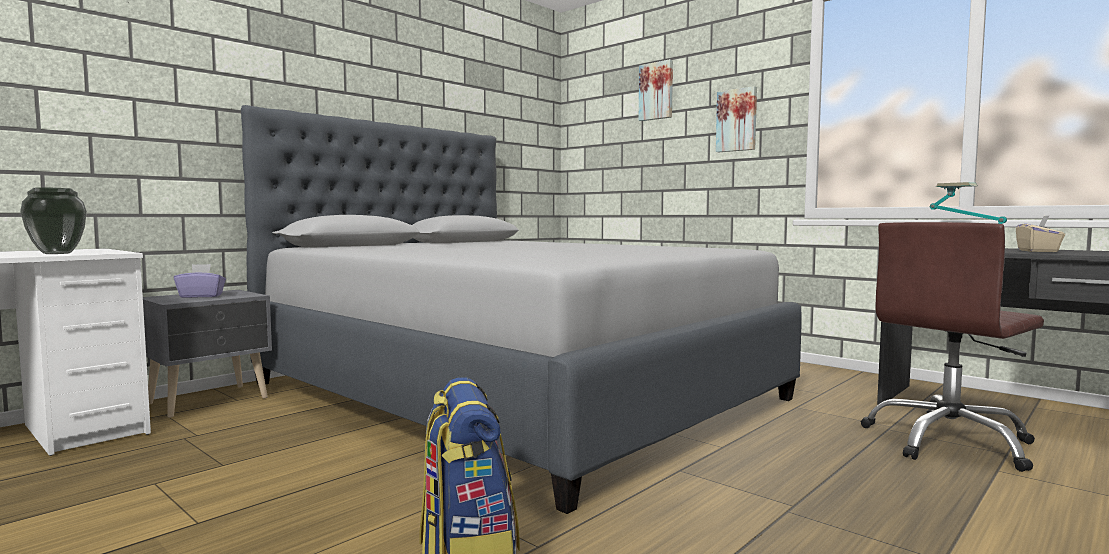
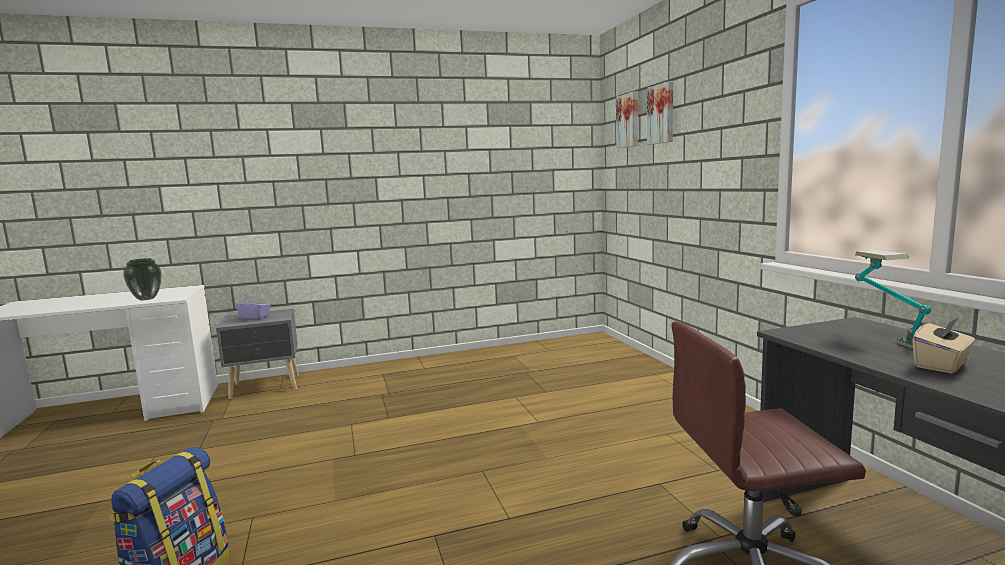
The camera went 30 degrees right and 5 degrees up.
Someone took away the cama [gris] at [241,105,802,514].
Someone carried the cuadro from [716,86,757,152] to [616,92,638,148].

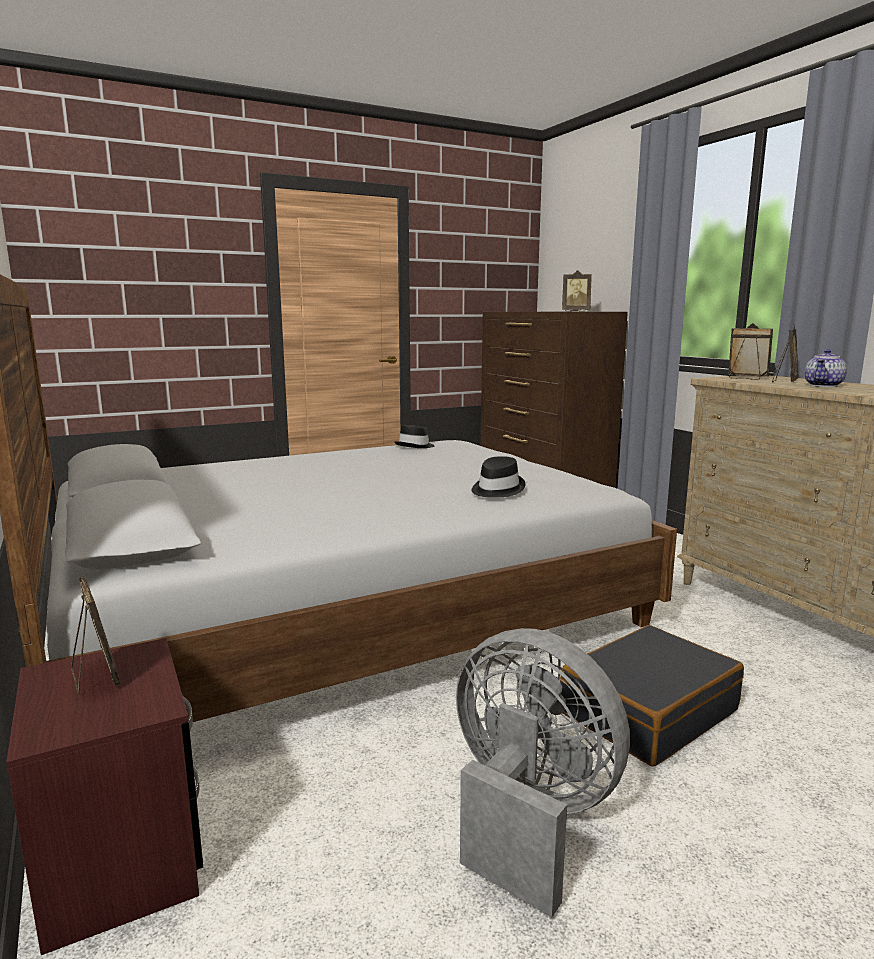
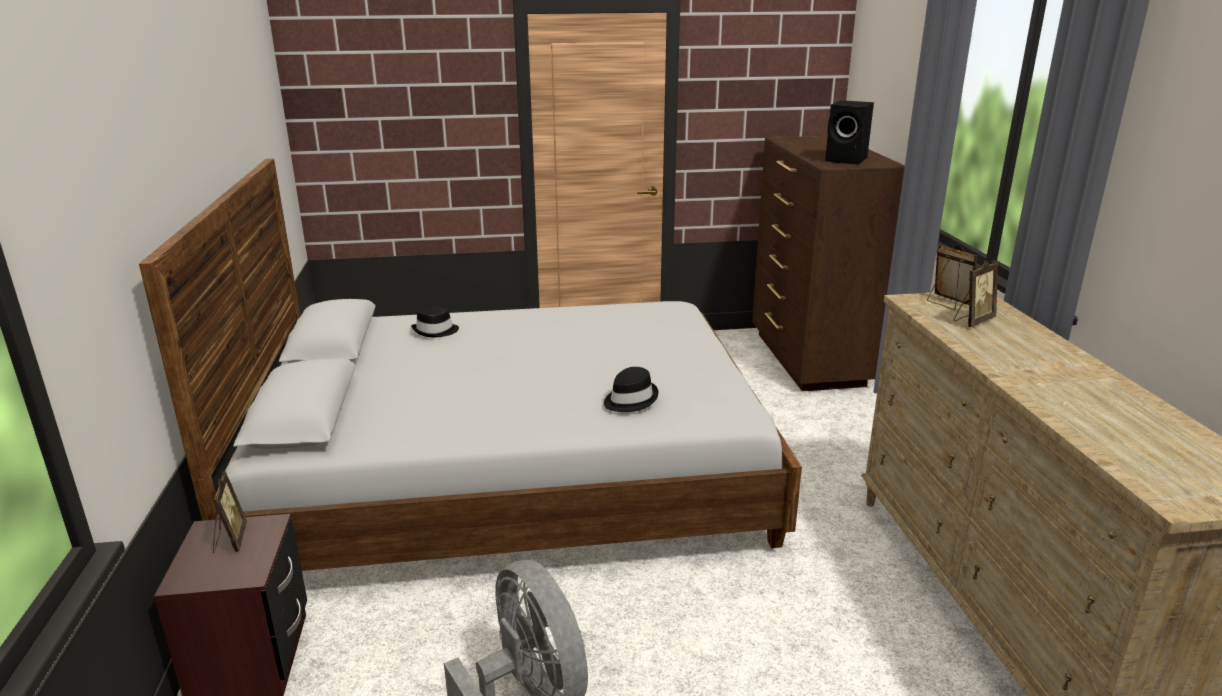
The camera went 20 degrees right and 10 degrees up.
Someone took away the maleta [negro] at [560,625,744,766].
Someone took away the tetera at [805,349,847,387].
Someone carried the sombrero [negro] from [395,425,434,448] to [411,307,459,337].
Someone swapped the portarretratos at [562,270,592,311] for the altavoz [negro] at [825,100,874,164].

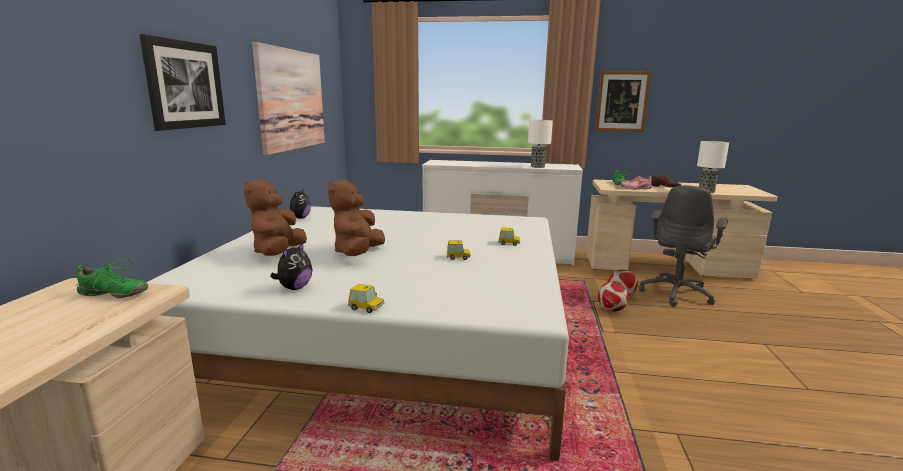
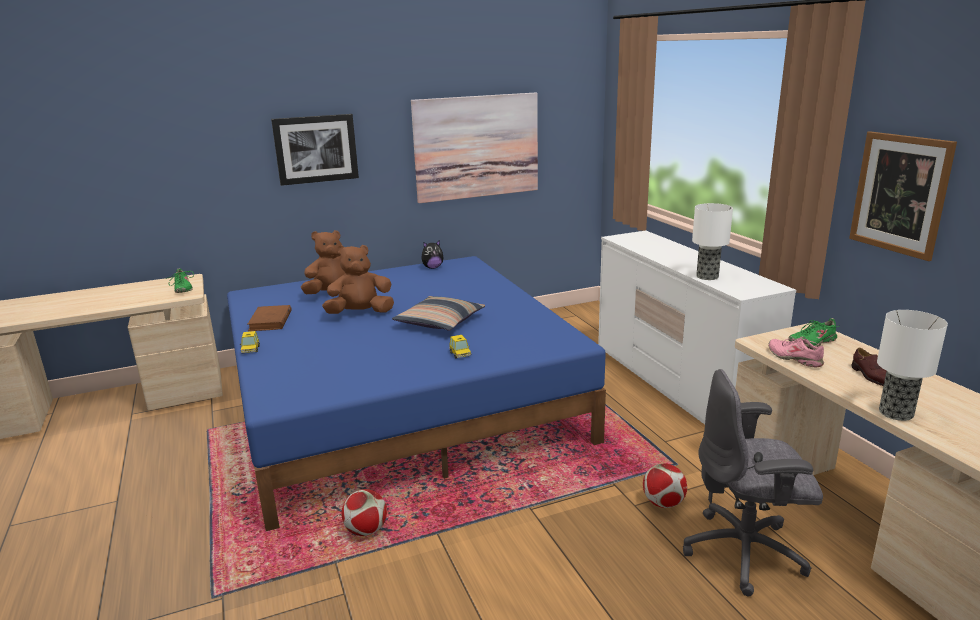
The camera went 60 degrees right and 5 degrees up.
Someone took away the coche de juguete at [447,240,470,260].
Someone put down the cojín at [392,296,485,331].
Someone carried the balón de fútbol from [598,282,629,312] to [341,489,387,536].
Someone swapped the peluche at [270,242,312,290] for the libro [marrón] at [247,305,292,331].
Someone repainted the cama [blanco] at [146,206,569,461], which became the cama [azul] at [227,256,606,531].

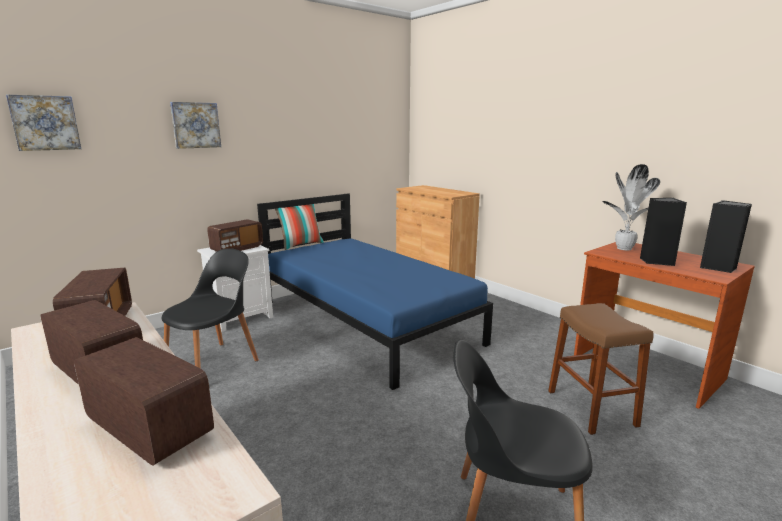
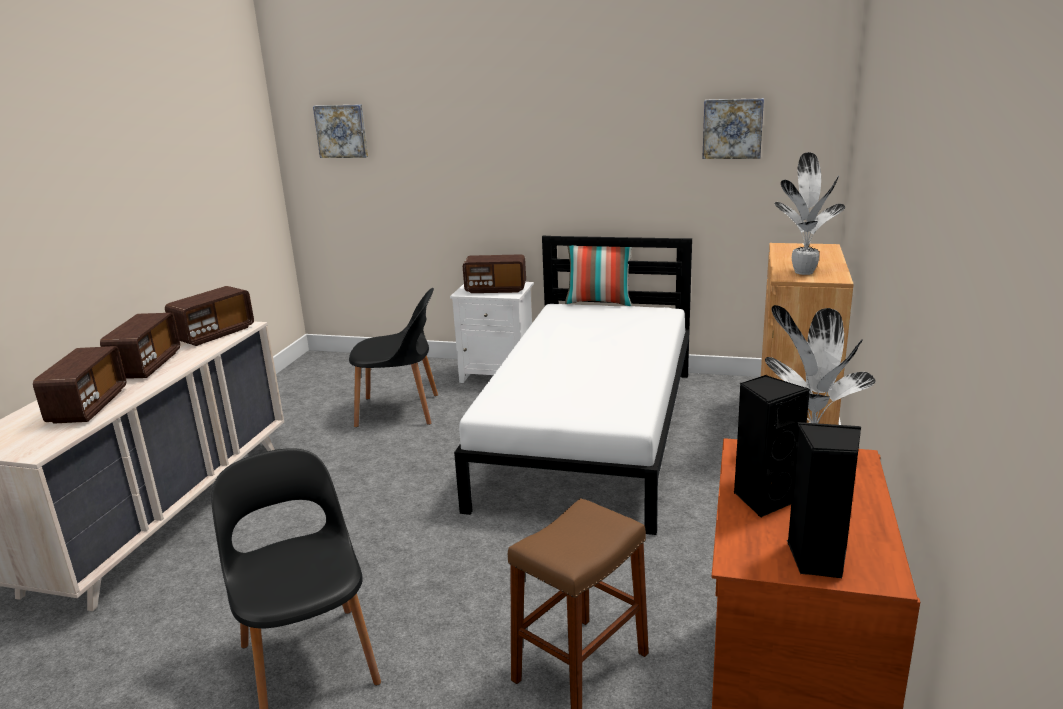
The camera went 55 degrees right and 5 degrees up.
Someone put down the planta en maceta at [774,152,845,275].
Someone carried the cuadro from [170,102,221,149] to [702,98,764,159].
Someone repainted the cama [azul] at [257,193,493,390], which became the cama [blanco] at [454,236,692,535].

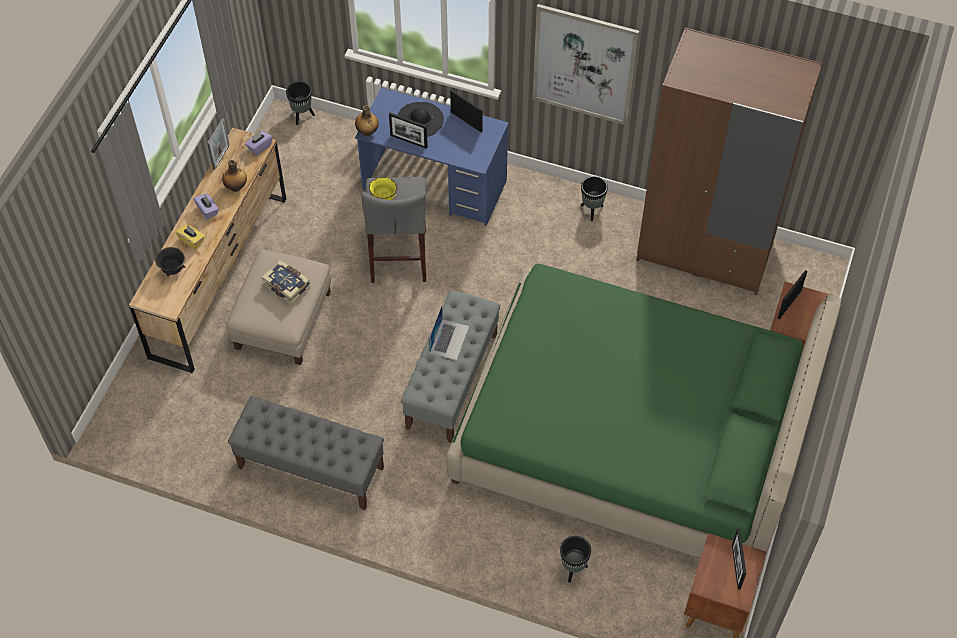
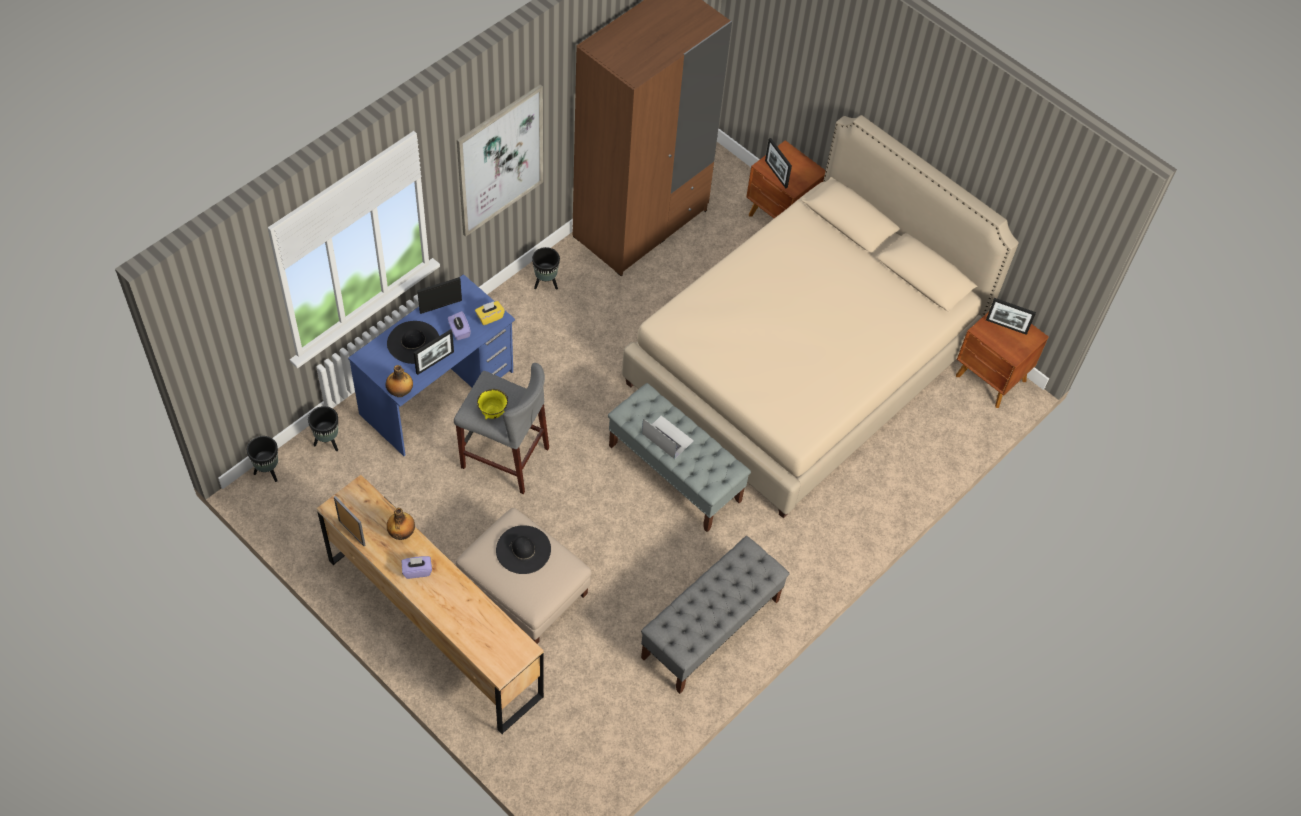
The camera went 70 degrees left and 0 degrees up.
Someone took away the cuenco [negro] at [155,247,185,276].
Someone carried the caja de pañuelos [amarillo] from [176,224,205,249] to [475,301,505,325].
Someone carried the caja de pañuelos [morado] from [245,131,272,155] to [448,311,471,340].
Someone carried the maceta [negro] from [560,536,591,583] to [308,406,338,451].
Someone swapped the libro at [261,260,311,305] for the sombrero [negro] at [496,525,551,574].
Someone repainted the cama [verde] at [447,264,842,558], which became the cama [beis] at [622,115,1019,518].

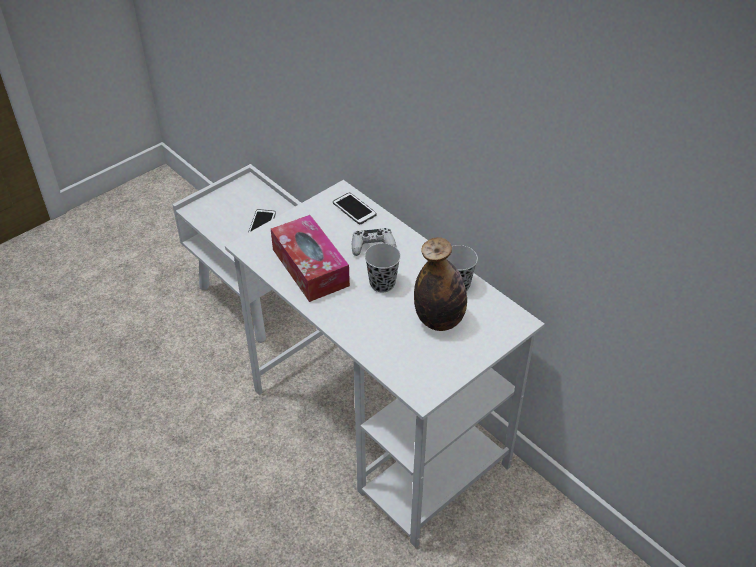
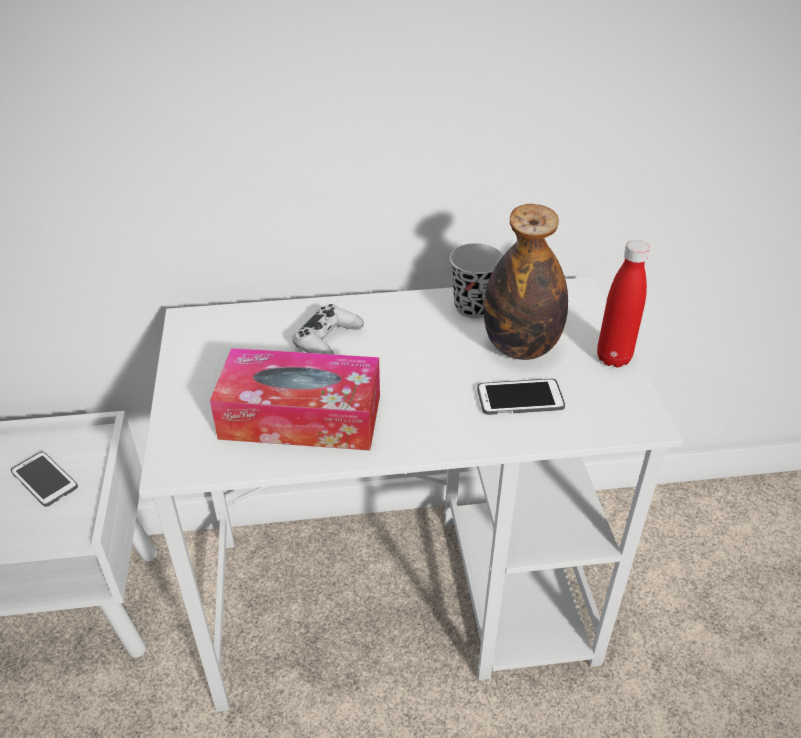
The camera went 55 degrees left and 5 degrees down.
Someone took away the taza [negro] at [365,243,401,293].
Someone put down the botella [rojo] at [597,240,650,367].
Someone carried the móvil from [333,193,377,224] to [477,379,565,415].

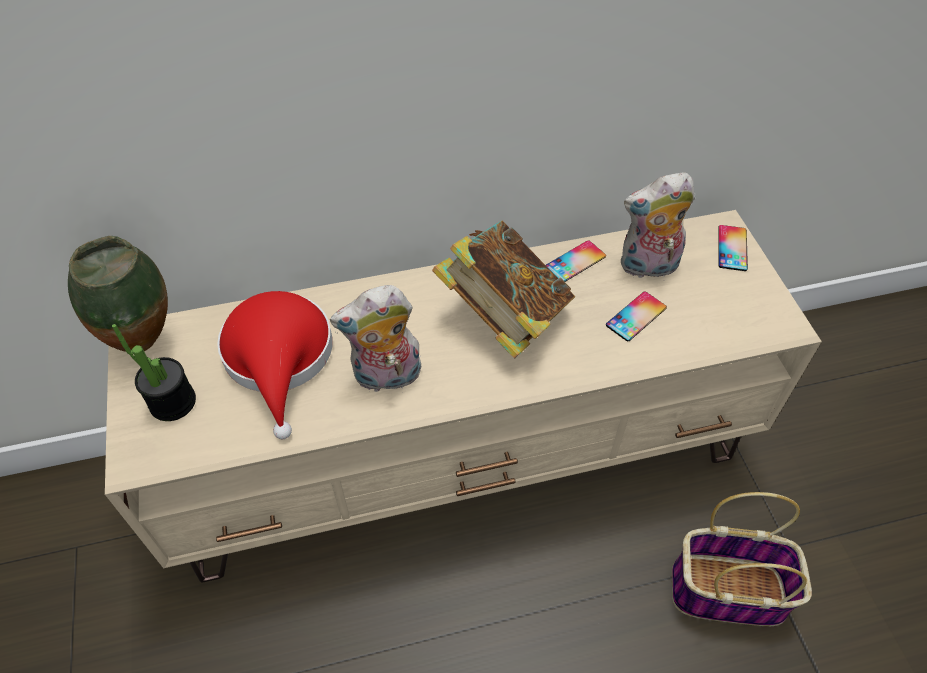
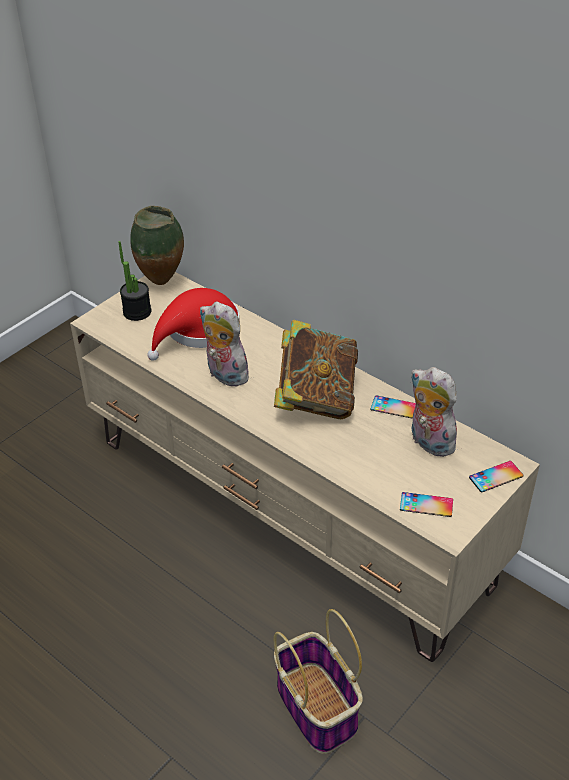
The camera went 55 degrees right and 10 degrees down.
Someone carried the móvil from [606,292,667,341] to [400,492,453,517].

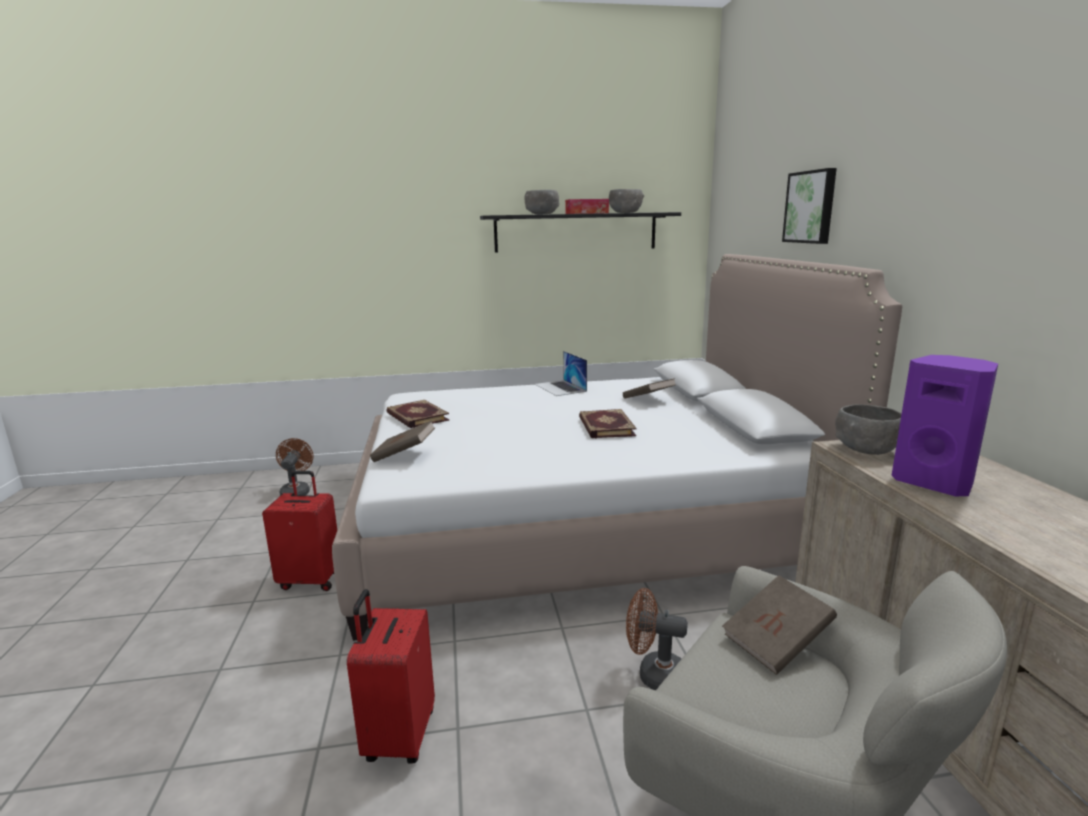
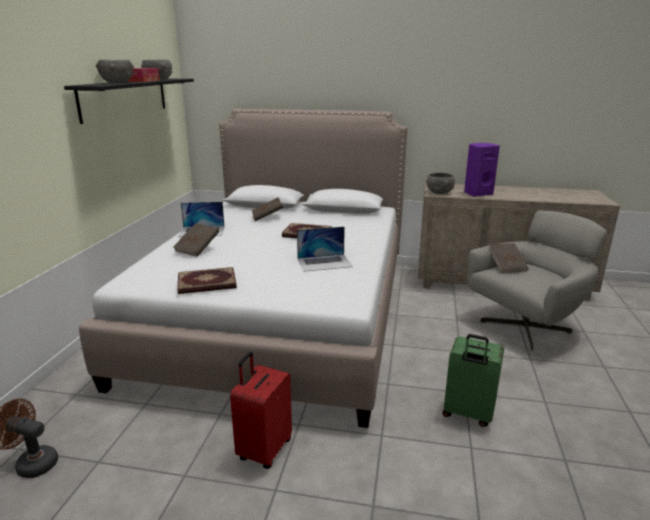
The camera went 70 degrees left and 5 degrees up.
Someone took away the ventilador [marrón] at [626,588,688,690].
Someone took away the cuadro at [782,168,837,244].
Someone put down the portátil at [297,227,353,271].
Someone carried the libro [marrón] from [370,420,435,462] to [173,223,219,257].
Someone repainted the maleta [rojo] at [347,589,435,764], which became the maleta [verde] at [443,334,504,427].

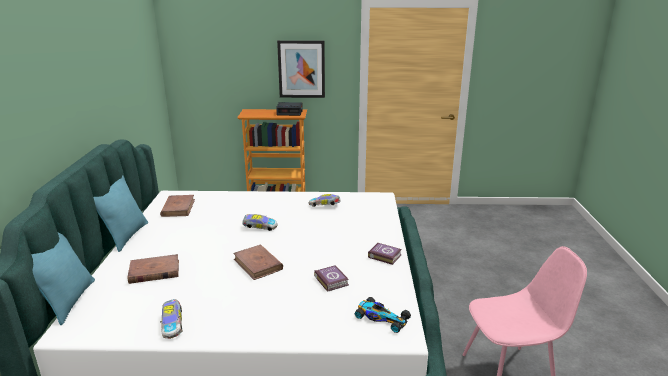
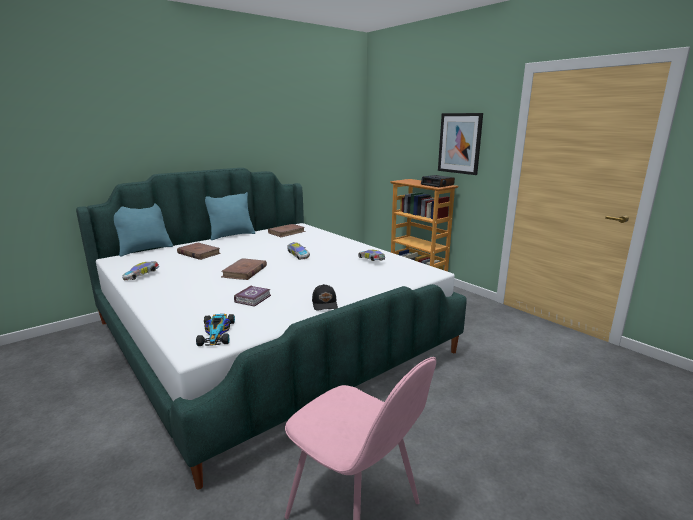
The camera went 50 degrees right and 5 degrees down.
Someone swapped the libro at [368,243,402,265] for the gorra [negro] at [312,284,338,311].

